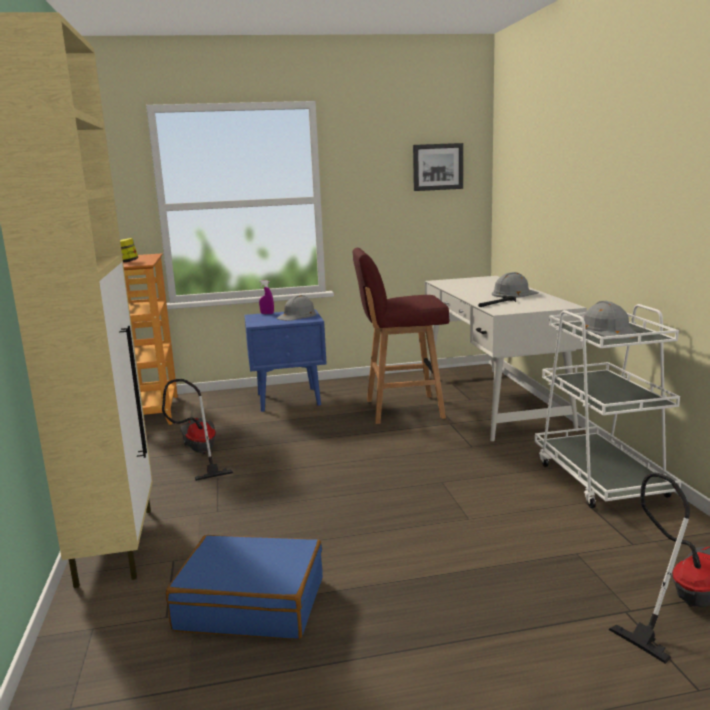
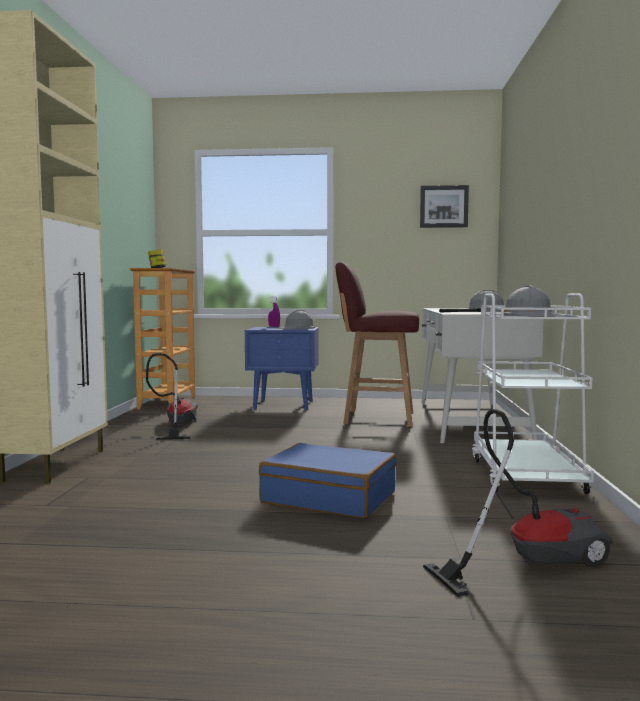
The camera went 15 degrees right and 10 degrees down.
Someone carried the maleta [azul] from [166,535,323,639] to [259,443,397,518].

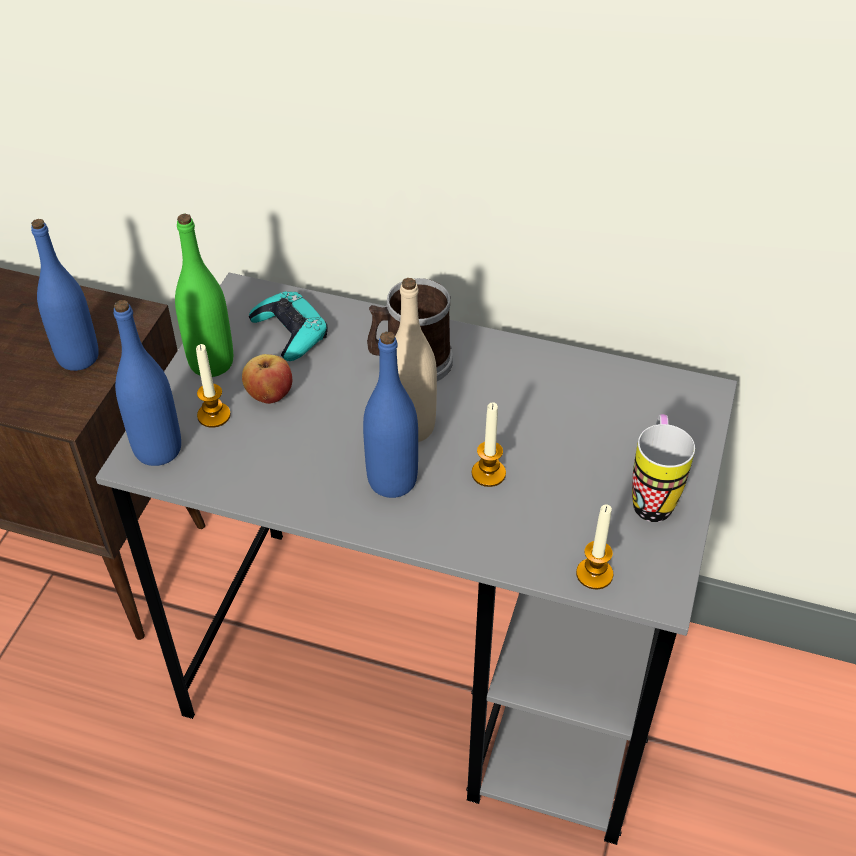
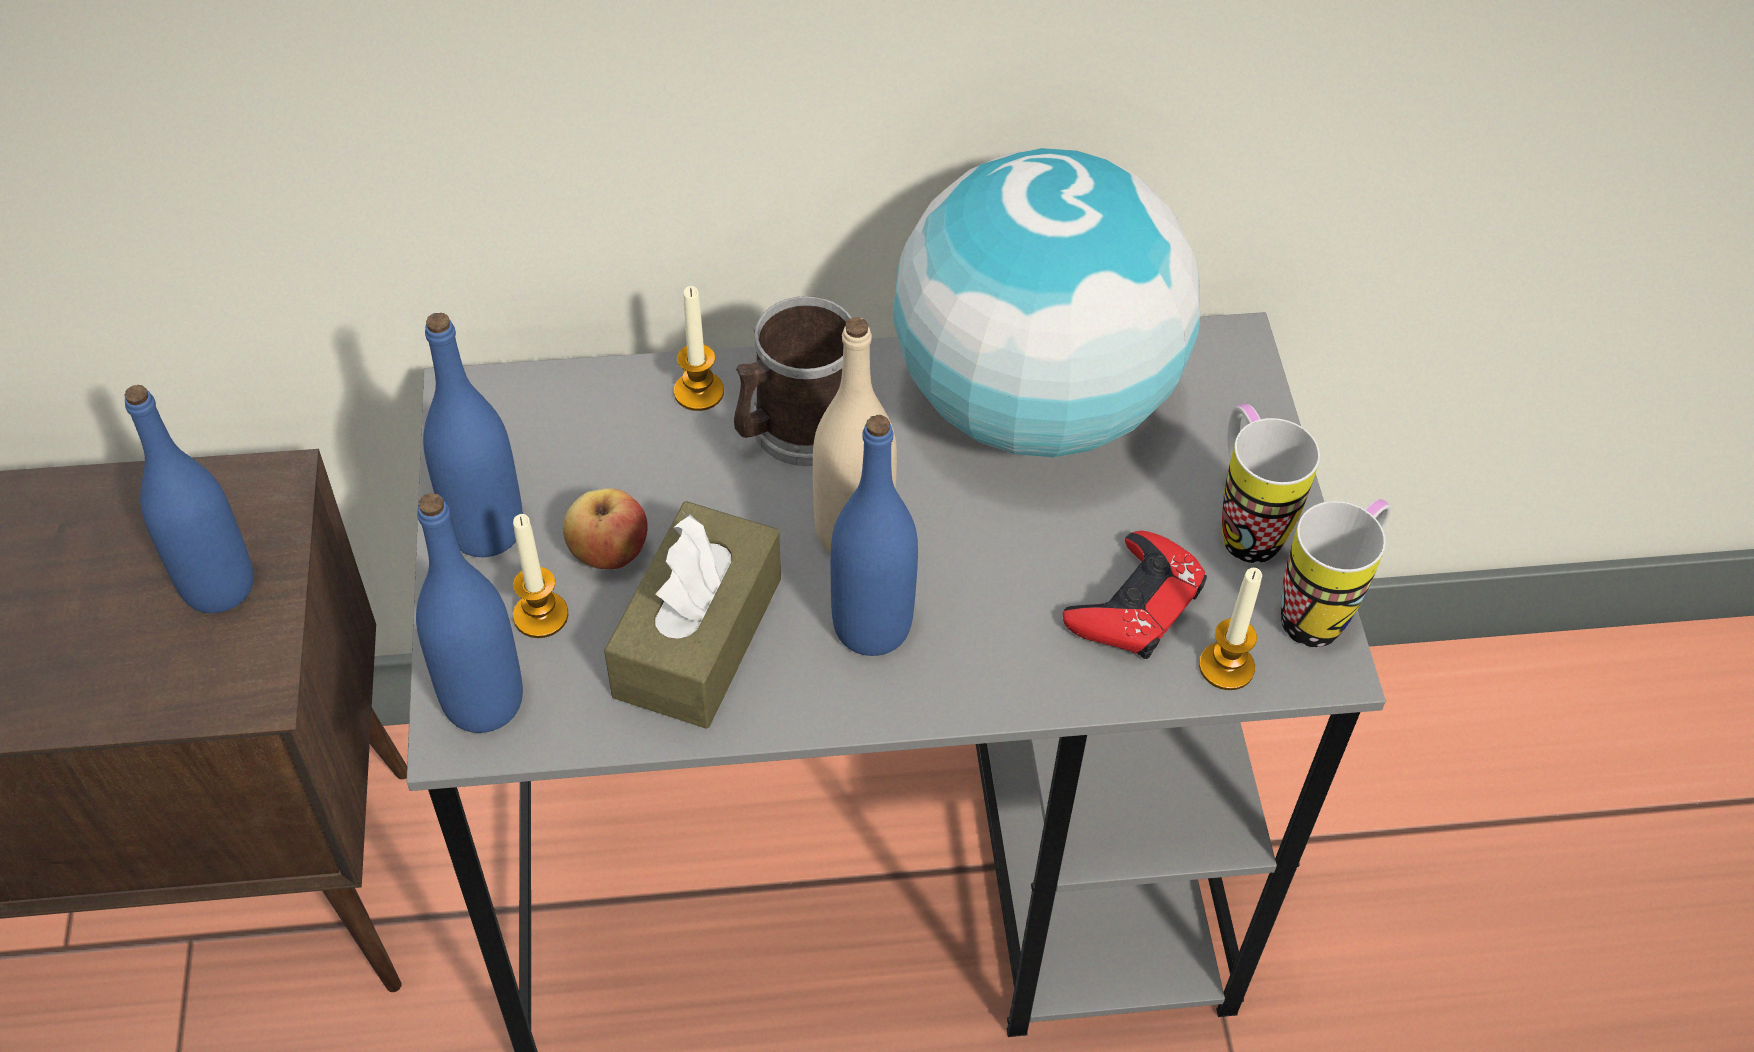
The camera went 25 degrees left and 5 degrees up.
Someone took away the mando de consola [turquesa] at [249,291,328,361].
Someone put down the caja de pañuelos [marrón] at [604,501,781,729].
Someone put down the globo terráqueo at [893,148,1200,457].
Someone put down the mando de consola [rojo] at [1063,531,1207,659].
Someone put down the taza grande at [1281,499,1391,647].
Someone carried the vela from [472,402,506,487] to [674,286,724,411].
Someone repainted the botella [verde] at [175,214,233,377], which became the botella [azul] at [423,313,523,557].

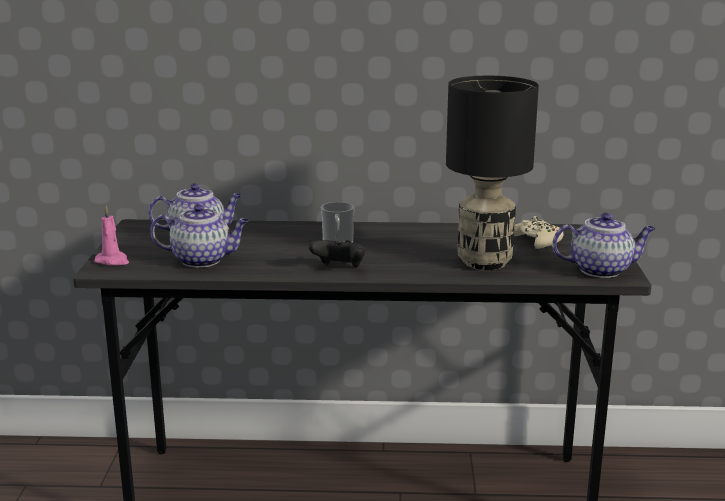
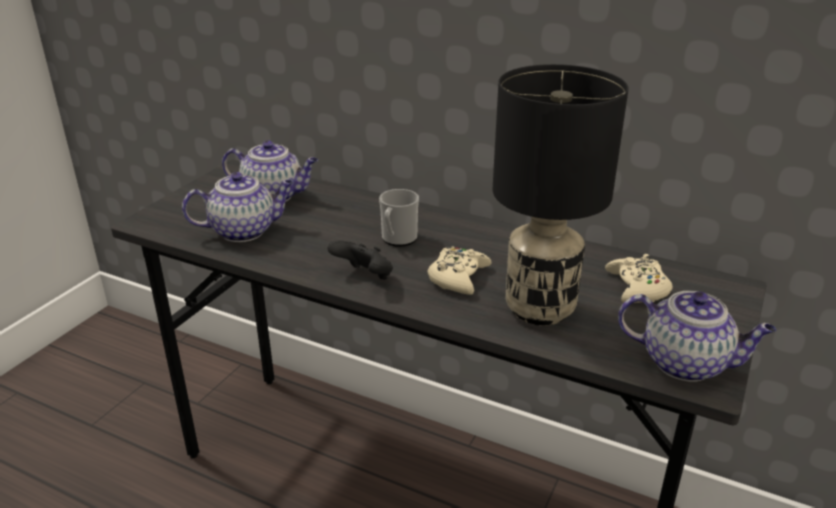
The camera went 25 degrees right and 10 degrees up.
Someone took away the vela [rosa] at [95,206,129,266].
Someone put down the mando de consola [beis] at [428,247,492,295].
Someone rotated the tetera at [150,204,249,268] by 45 degrees counterclockwise.

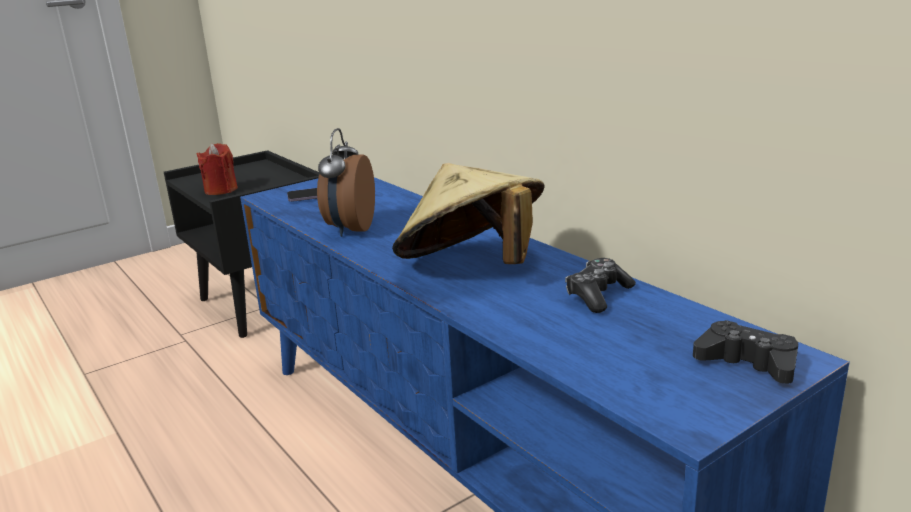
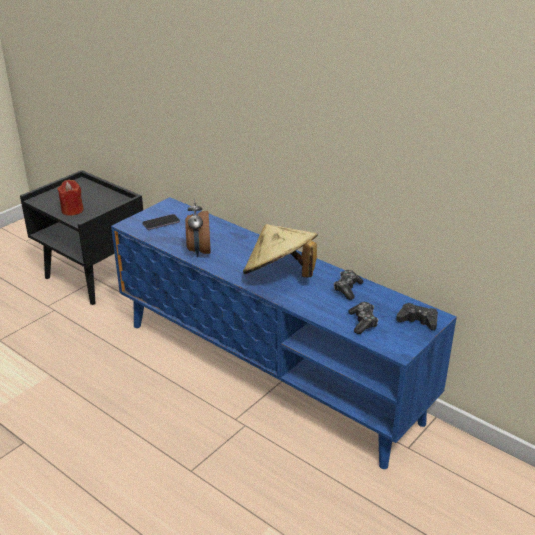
The camera went 15 degrees left and 10 degrees up.
Someone put down the mando de consola at [348,302,378,334].

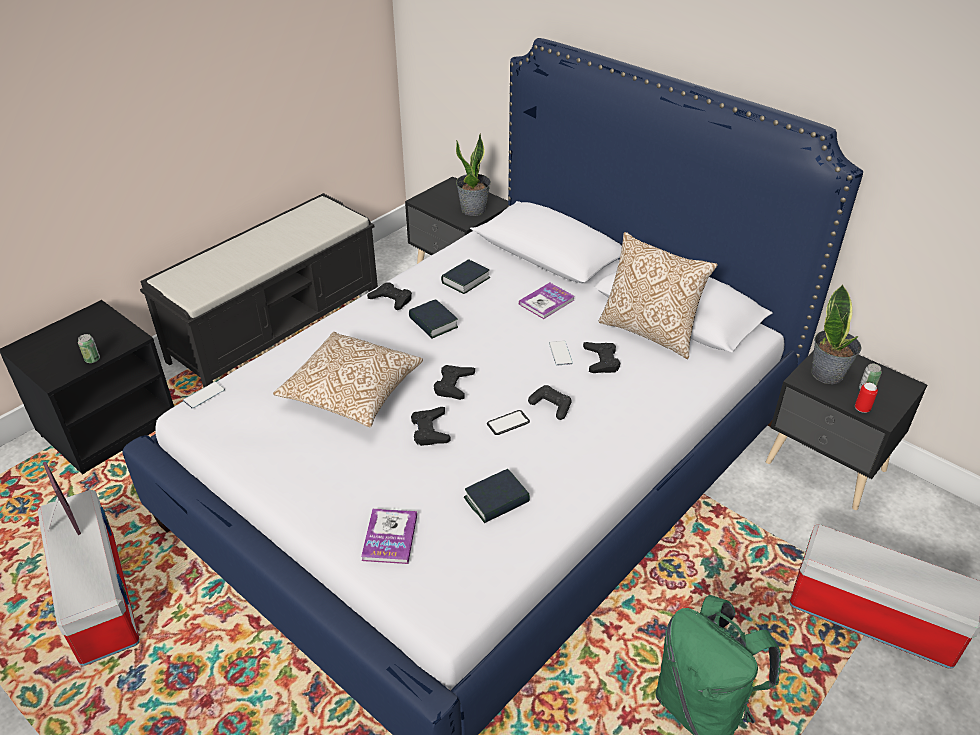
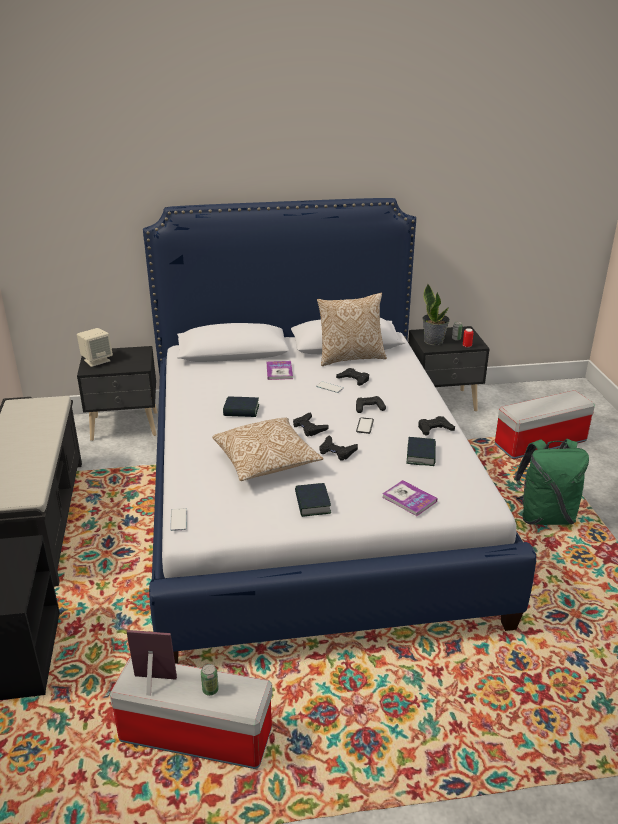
The camera went 50 degrees left and 10 degrees down.
Someone took away the planta en maceta at [456,134,491,216].
Someone put down the altavoz [beis] at [77,328,113,367].
Someone carried the lata from [78,334,100,363] to [201,664,219,696].
Someone carried the mando de consola [negro] from [367,282,412,310] to [418,416,455,436].
Someone carried the libro from [441,259,491,294] to [295,483,331,517].

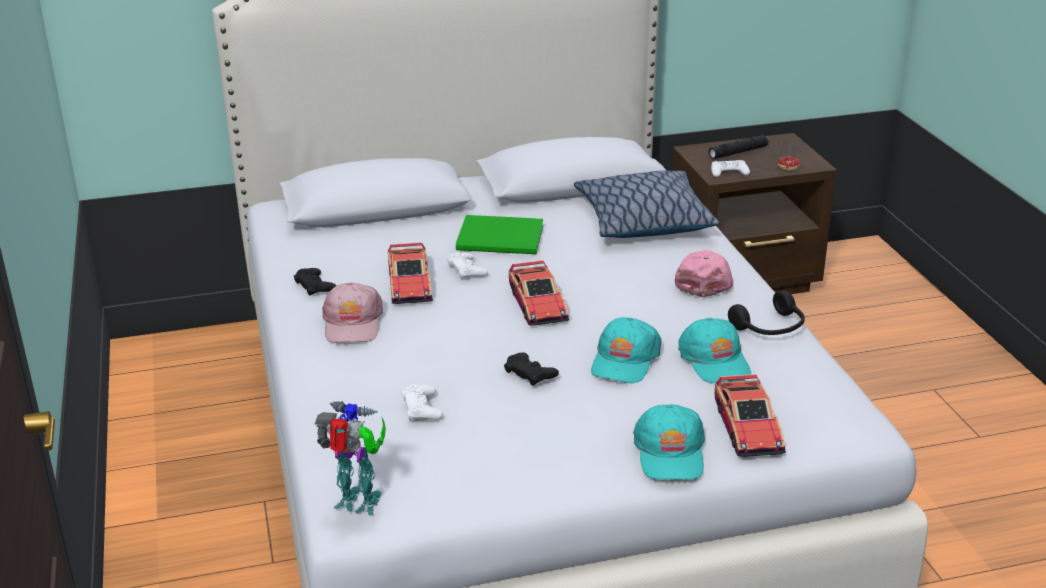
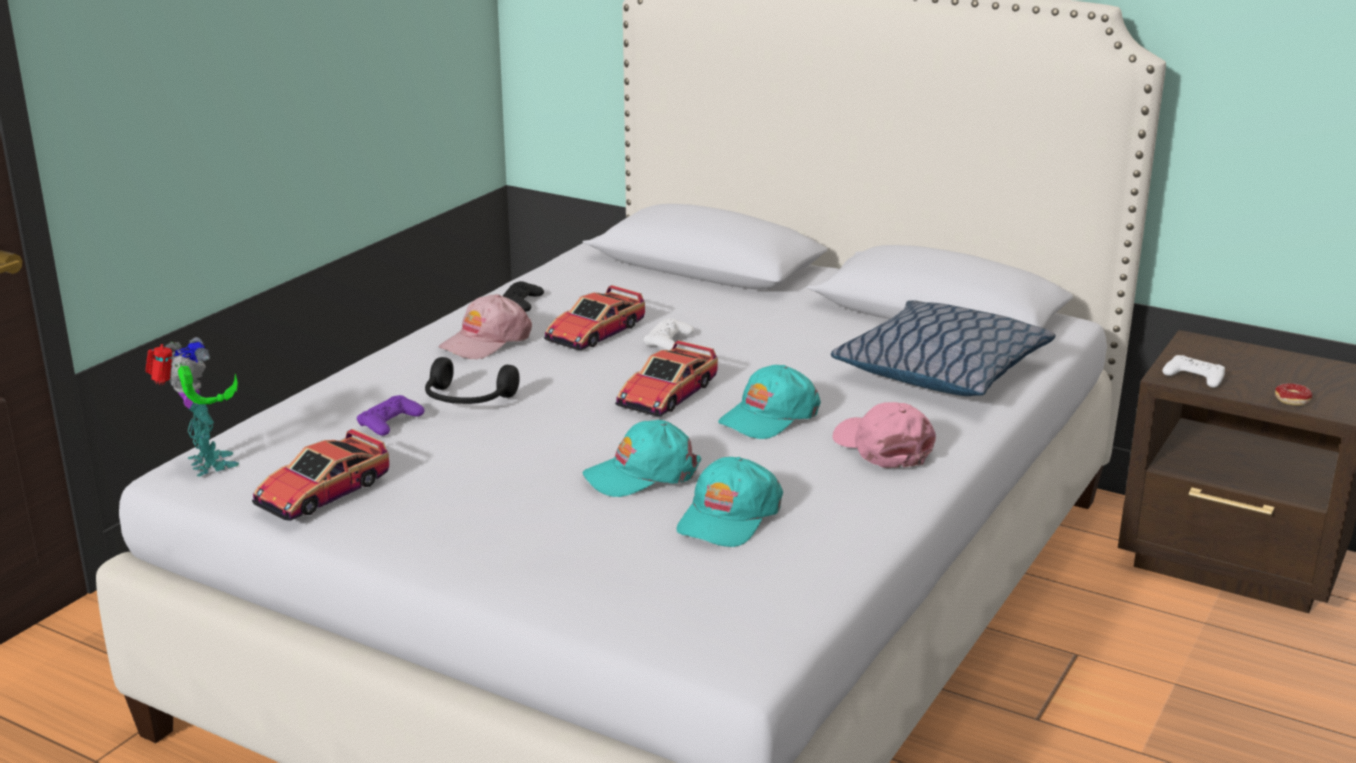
The camera went 45 degrees right and 5 degrees down.
Someone took away the libro [verde] at [456,215,543,254].
Someone took away the mando de consola [negro] at [504,352,559,386].
Someone took away the linterna [negro] at [709,135,769,159].
Someone carried the gorra [turquesa] from [633,404,705,480] to [718,365,821,439].
Someone carried the coche de juguete from [715,374,786,457] to [252,429,389,521].
Someone carried the auriculares [negro] from [728,290,805,335] to [425,357,520,404].
Someone repainted the mando de consola [blanco] at [402,384,443,421], which became the mando de consola [morado] at [357,395,424,436].
Someone rotated the gorra [rosa] at [675,250,734,297] by 90 degrees counterclockwise.

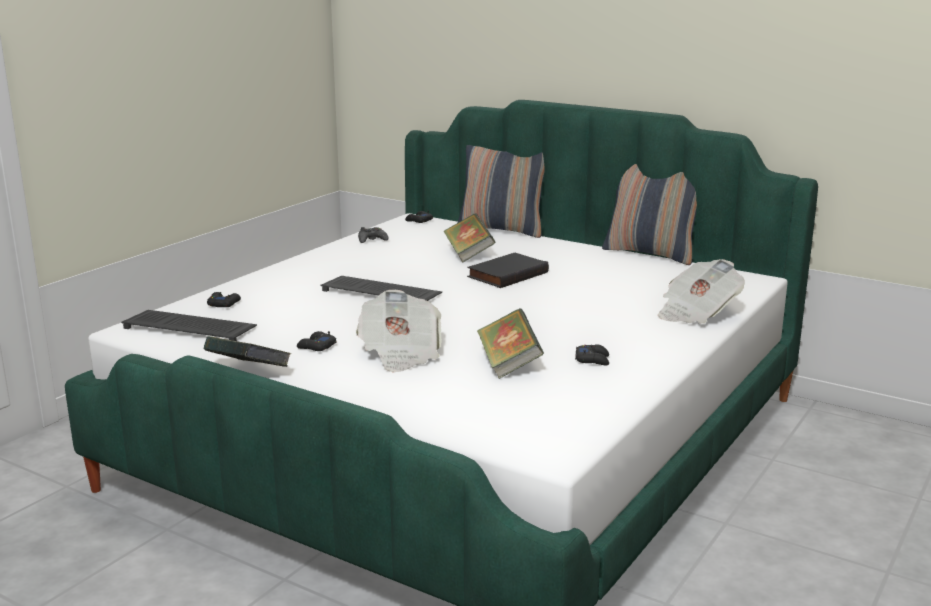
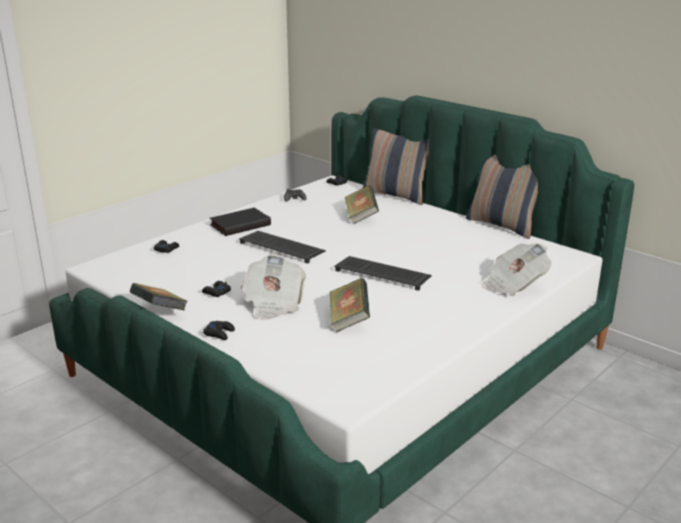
The camera went 10 degrees right and 5 degrees up.
Someone carried the teclado from [121,310,257,341] to [334,256,432,291].
Someone carried the libro [negro] from [467,253,549,288] to [210,208,271,236].
Someone carried the mando de consola [negro] from [575,344,609,366] to [203,321,235,340].

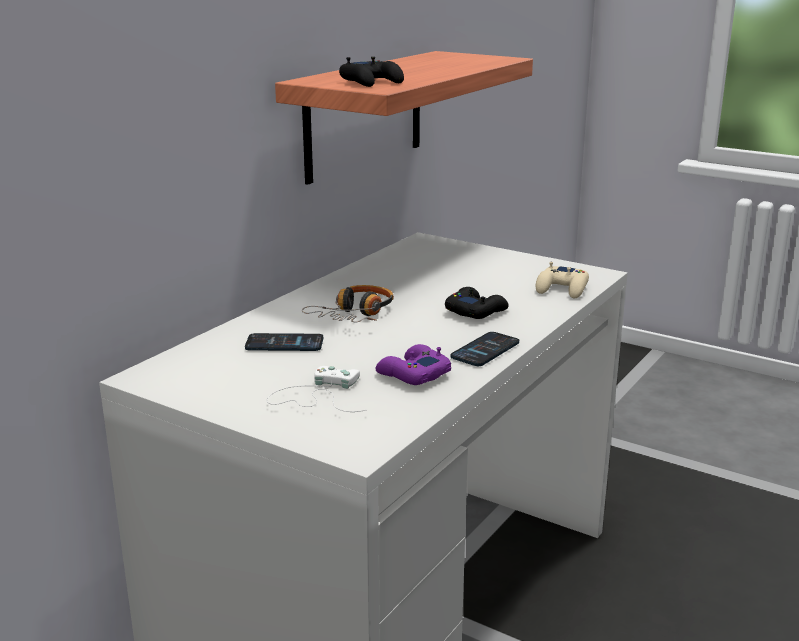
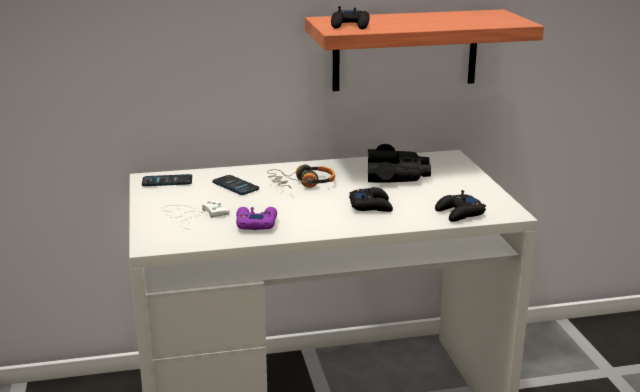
The camera went 45 degrees right and 0 degrees up.
Someone put down the prismáticos [negro] at [368,144,431,183].
Someone carried the móvil from [451,332,519,366] to [142,174,192,186].
Someone repainted the mando de consola [beis] at [536,262,589,299], which became the mando de consola [negro] at [435,190,486,222].

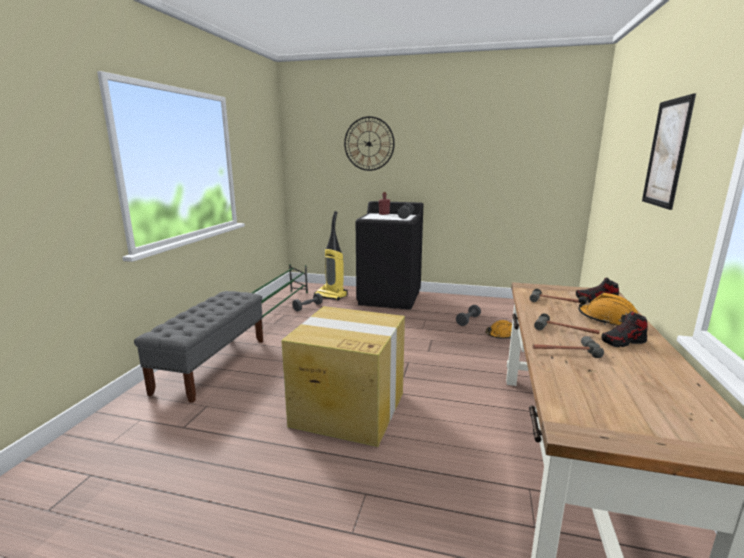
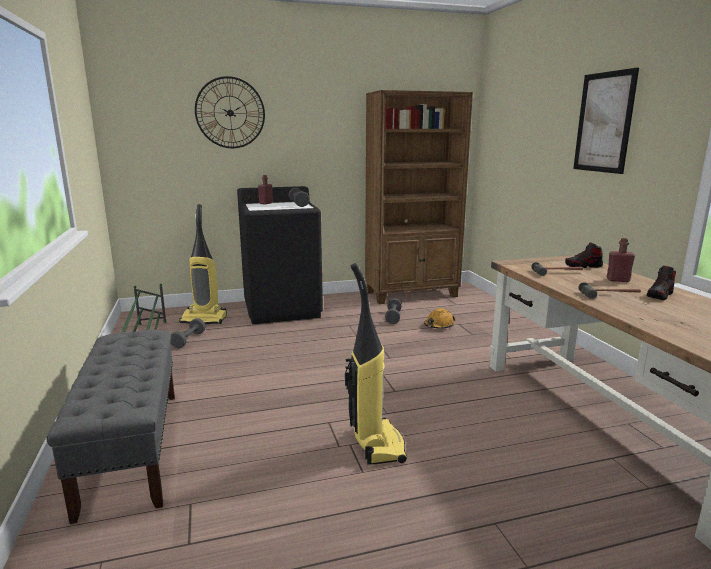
The camera went 30 degrees left and 0 degrees up.
Someone took away the martillo at [533,336,604,358].
Someone put down the estantería [marrón] at [365,90,473,304].
Someone swapped the caja de cartón at [281,306,405,447] for the aspiradora at [345,263,407,465].
Someone swapped the casco [naranja] at [578,293,638,326] for the botella [rojo] at [607,238,635,282].

